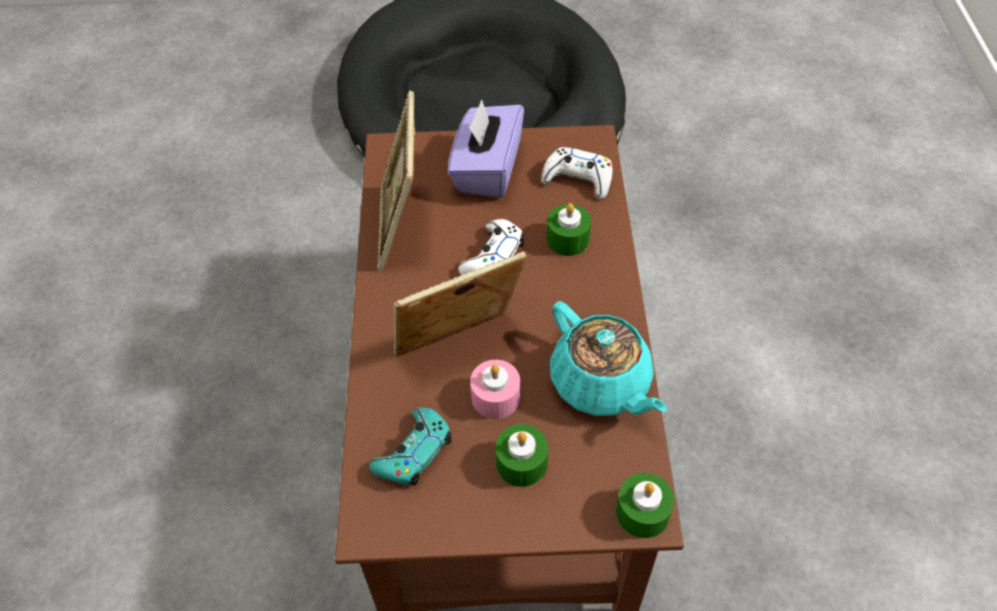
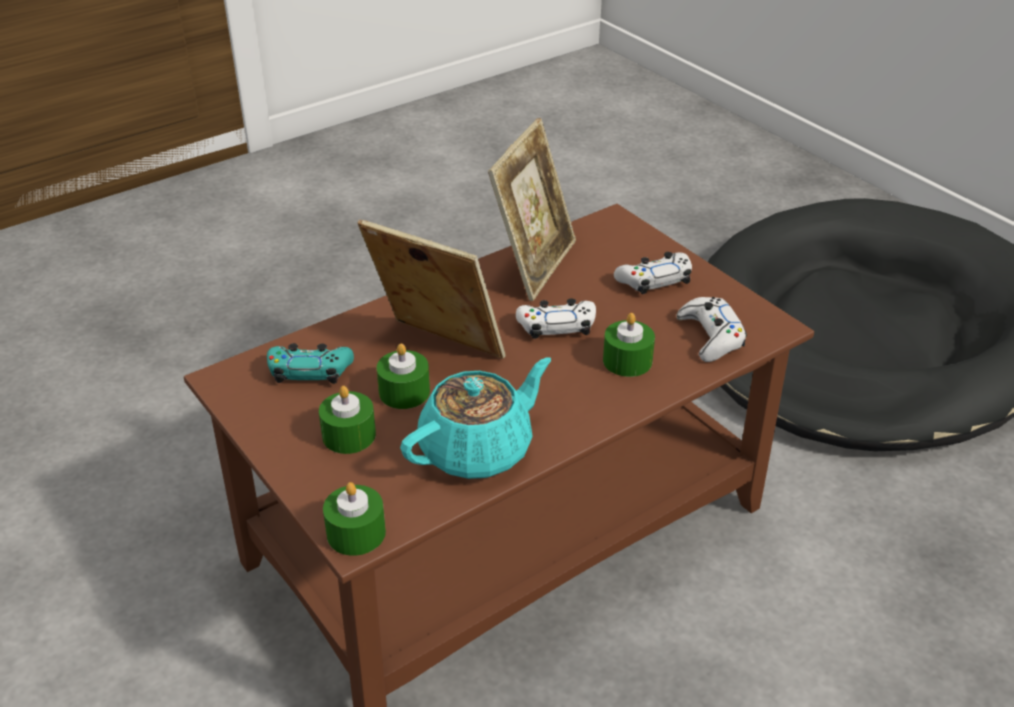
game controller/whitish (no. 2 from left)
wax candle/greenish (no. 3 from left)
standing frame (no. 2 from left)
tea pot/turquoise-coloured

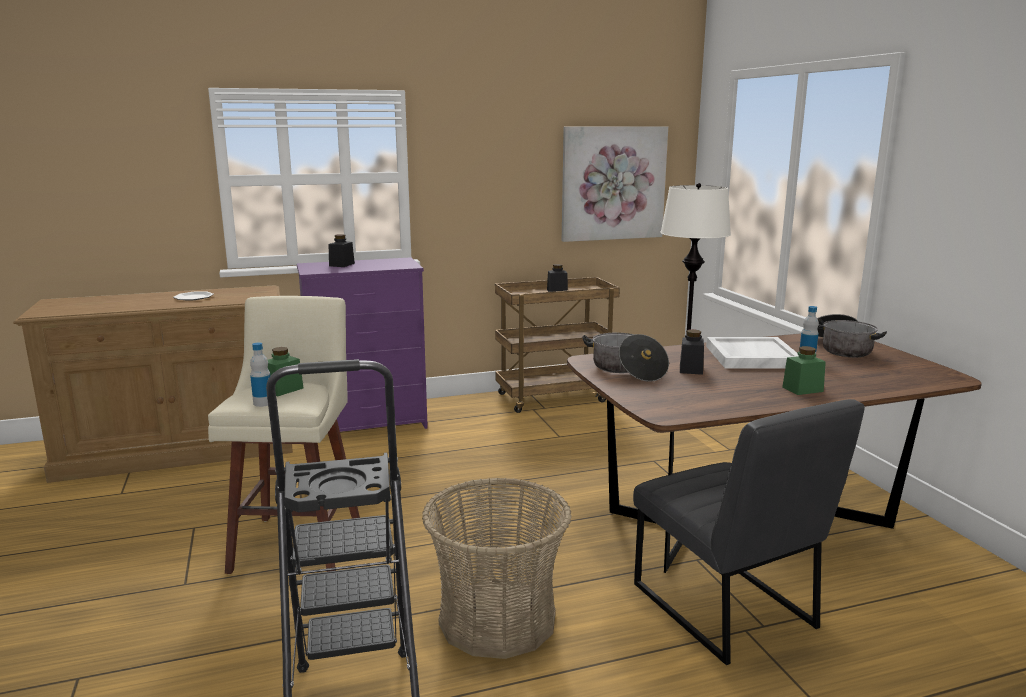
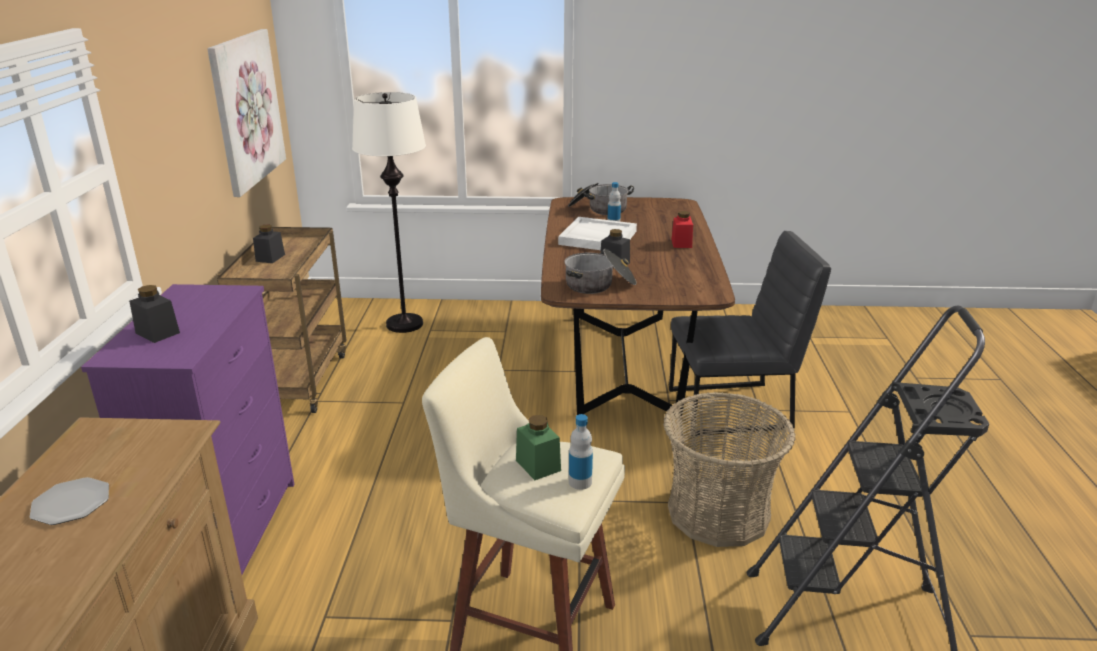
storage jar/red

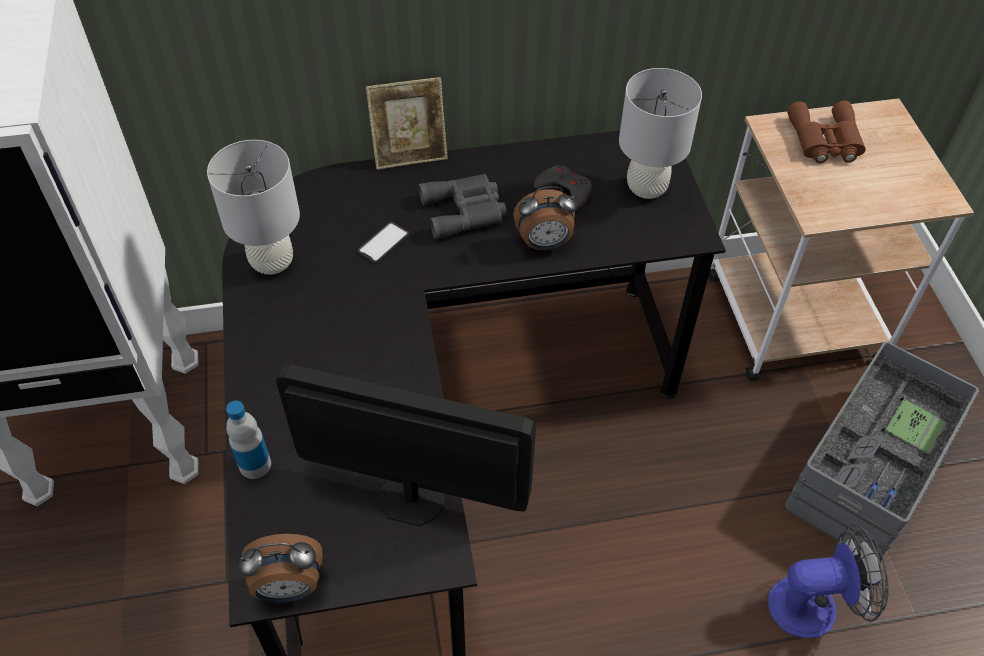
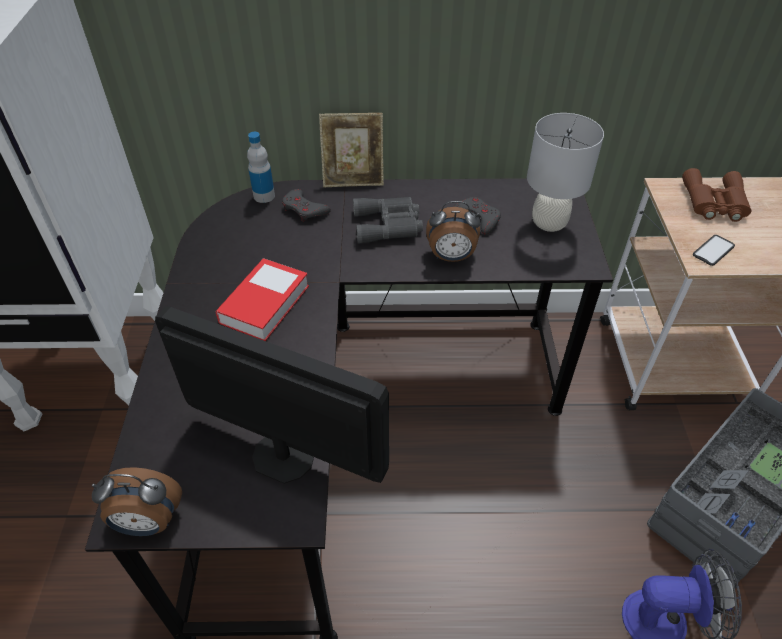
table lamp/greyish (no. 1 from left in the first image)
book
game controller/greyish (no. 1 from left)
beverage bottle
telephone

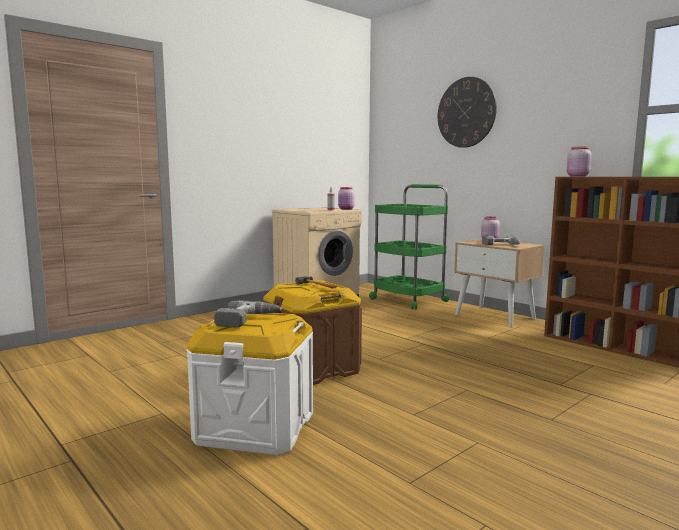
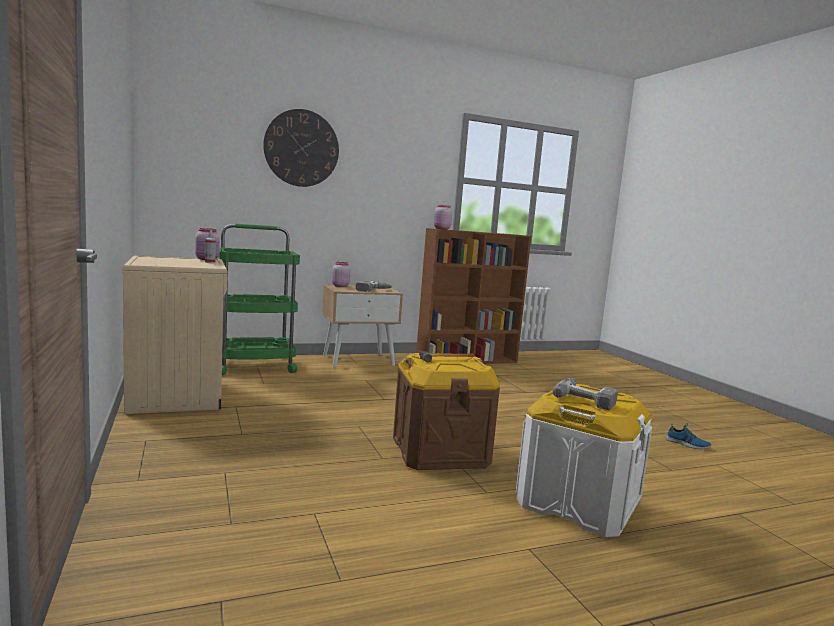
shoe

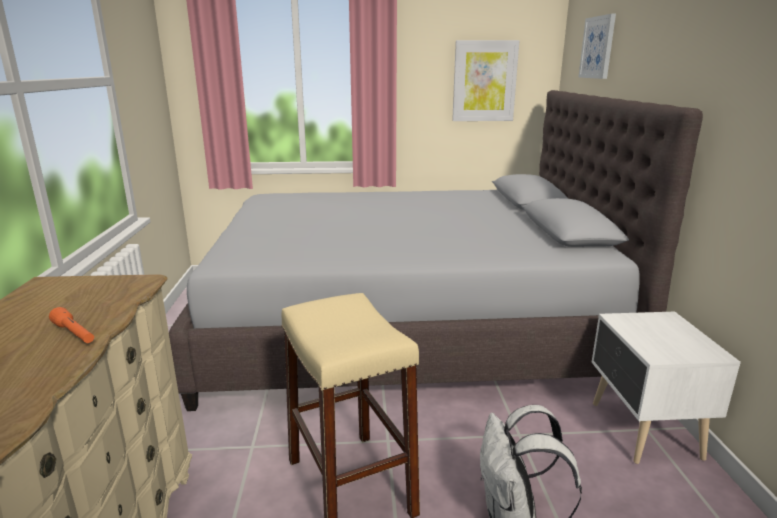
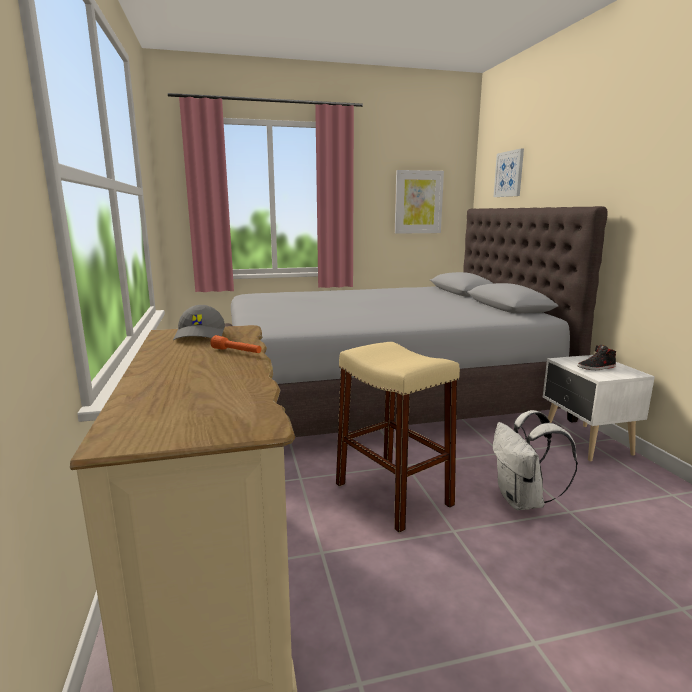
peaked cap/greyish
shoe/black-coloured

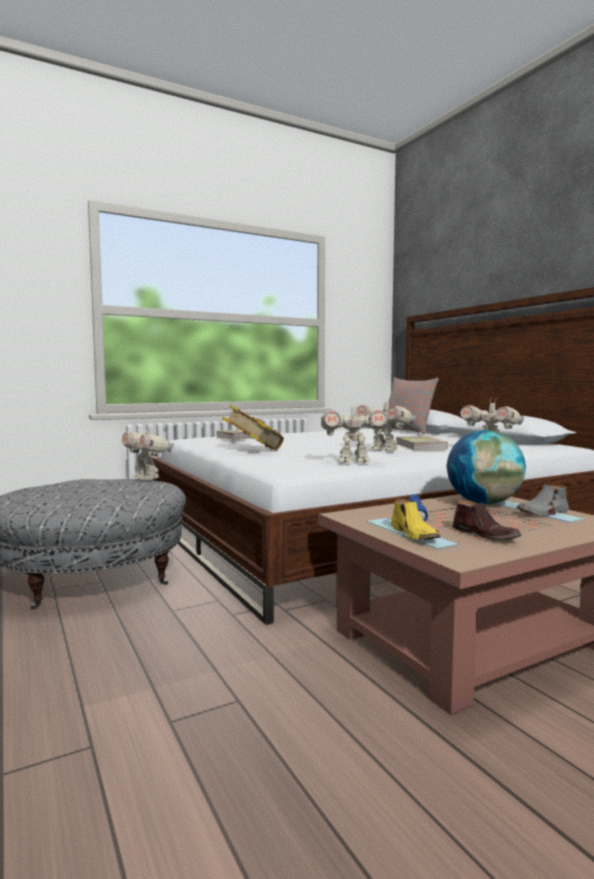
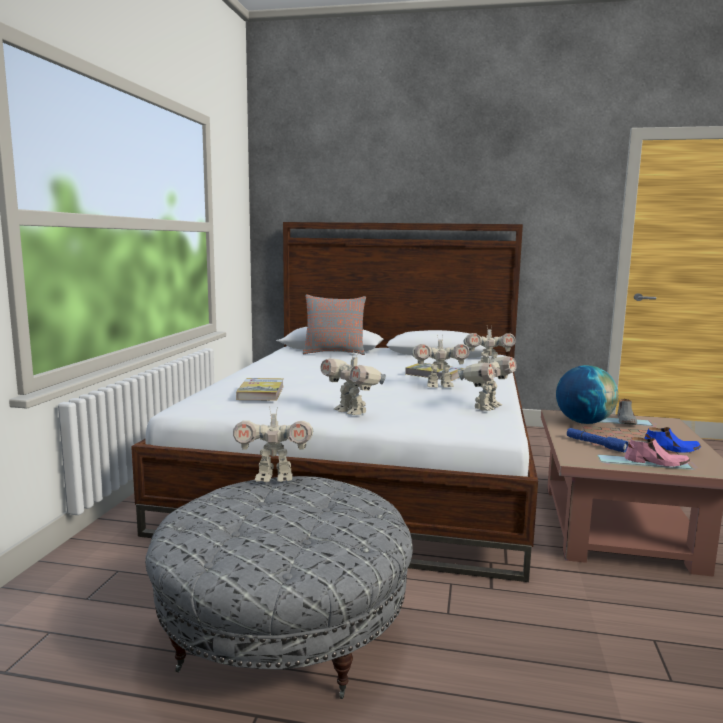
toy robot (no. 2 from left)
shoe/pinkish
shoe/blue

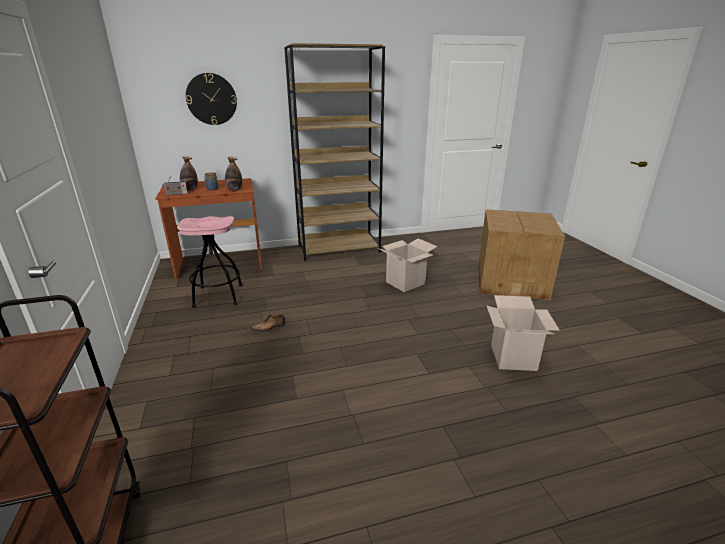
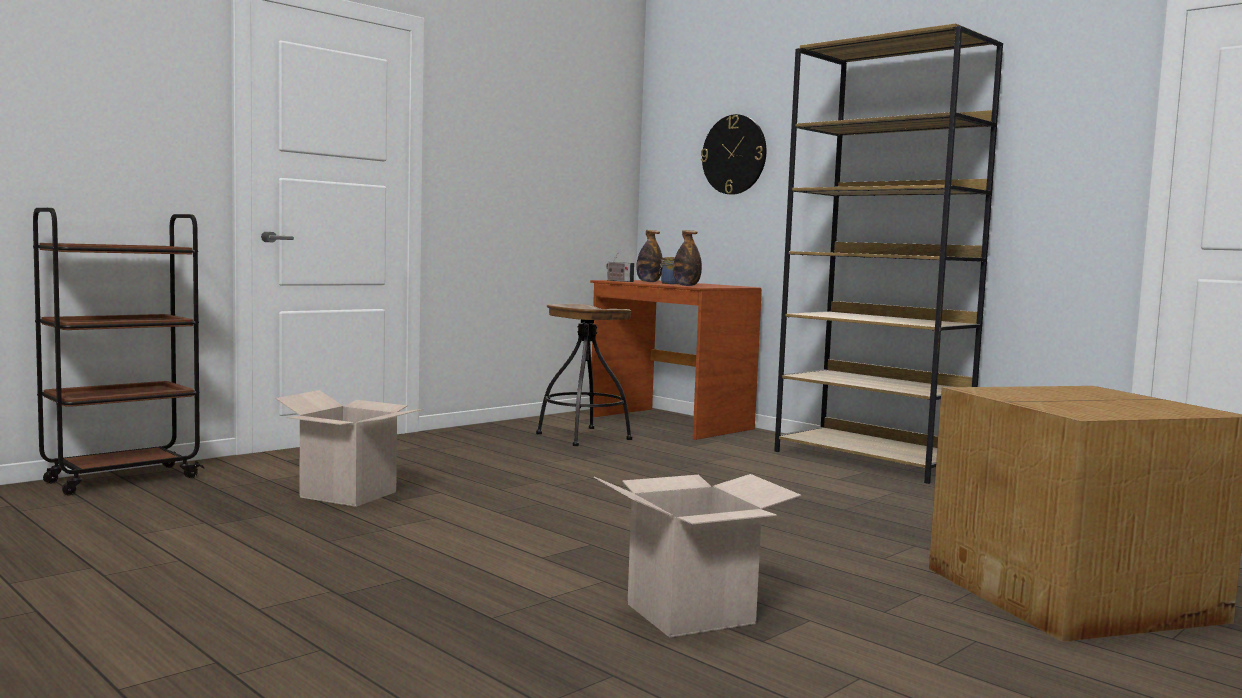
shoe
carton (no. 1 from left)
stool seat/brown

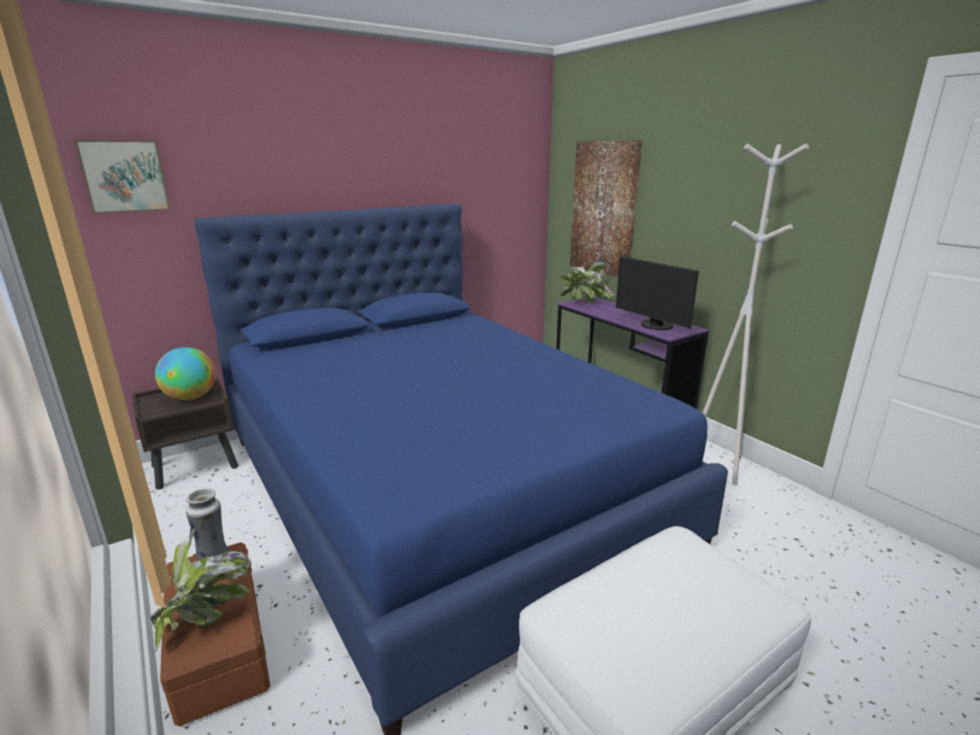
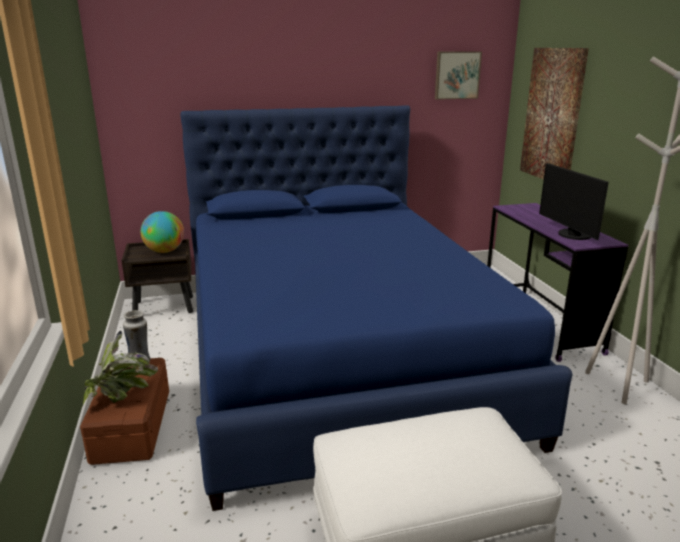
potted plant (no. 2 from left in the first image)
picture (no. 1 from left)

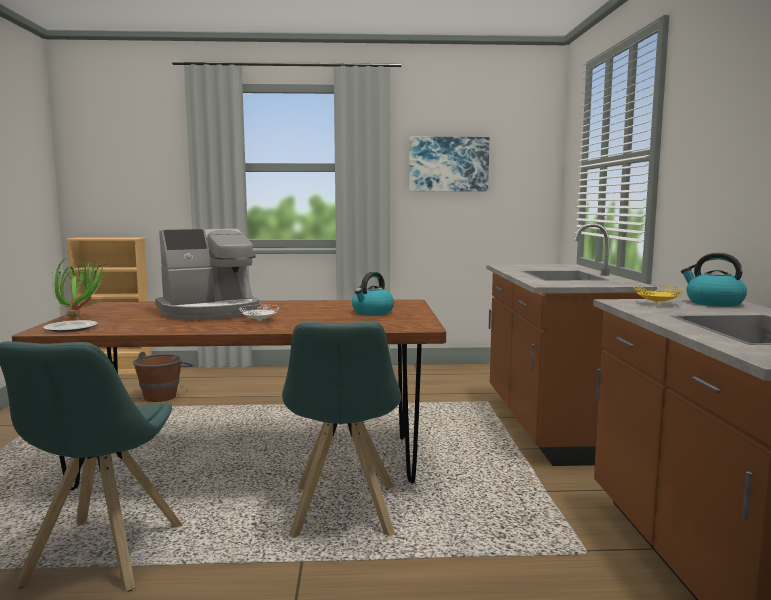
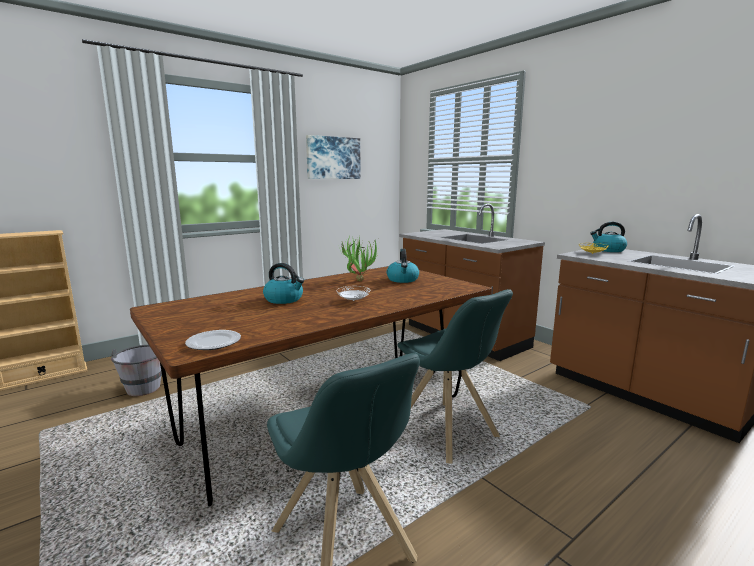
potted plant
water kettle (no. 1 from left)
bucket/greyish

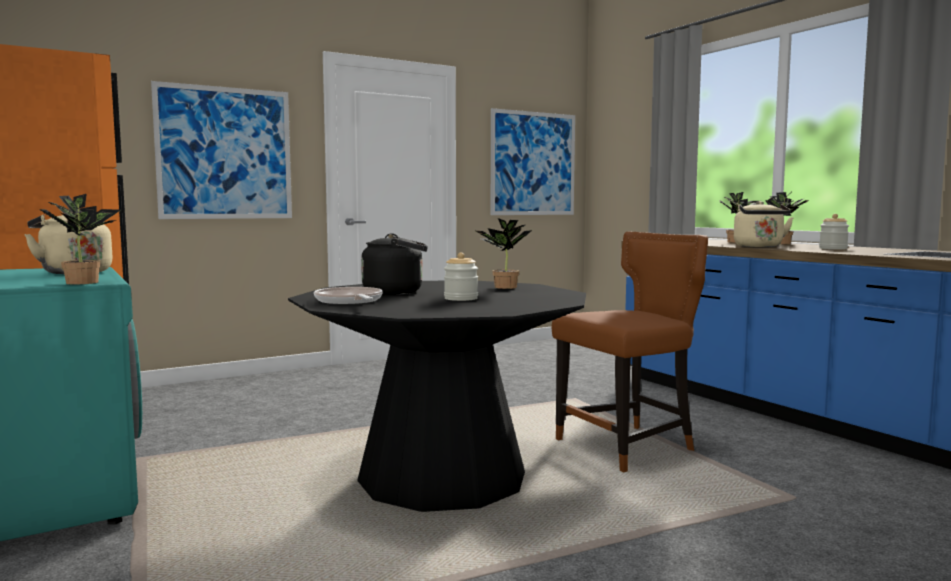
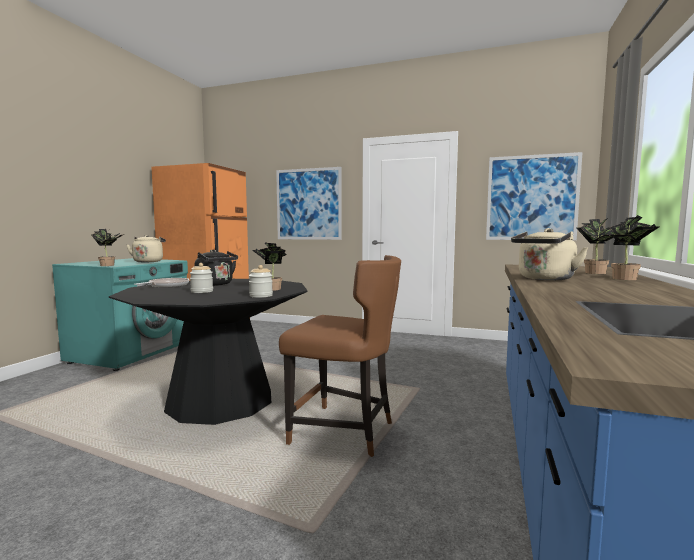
storage jar (no. 2 from left)

